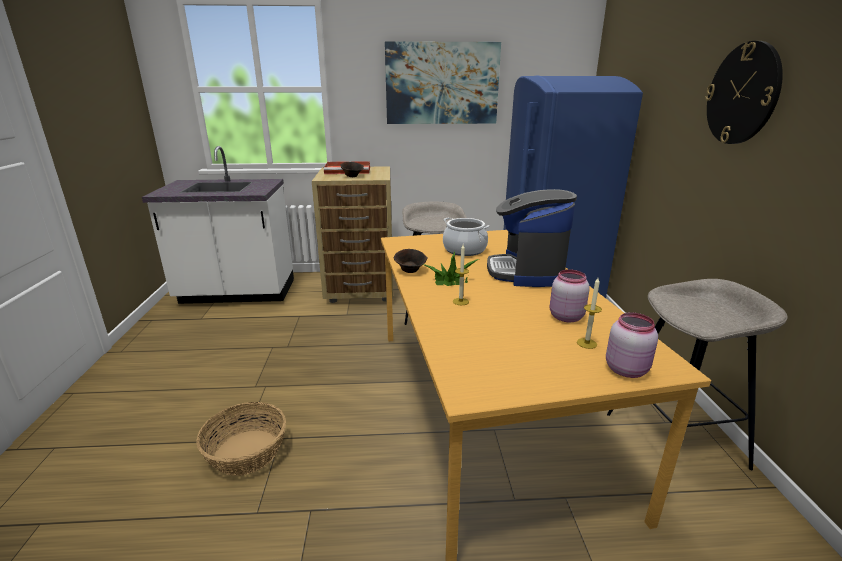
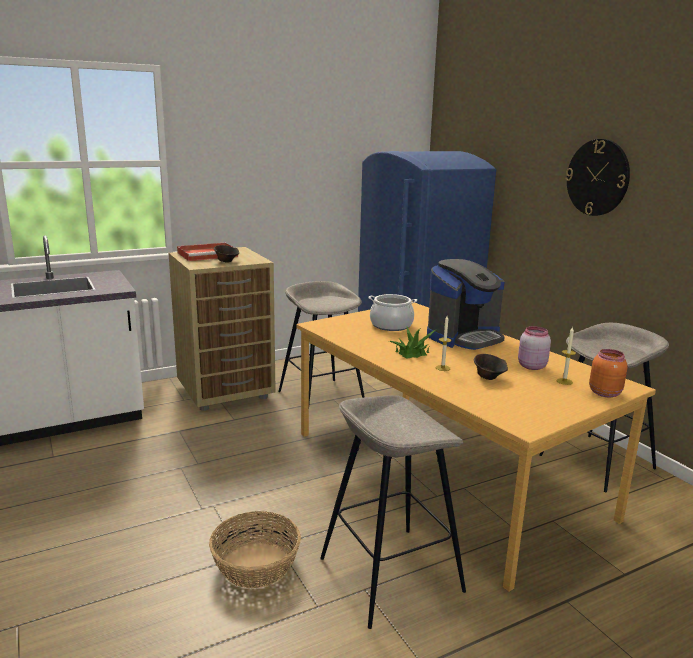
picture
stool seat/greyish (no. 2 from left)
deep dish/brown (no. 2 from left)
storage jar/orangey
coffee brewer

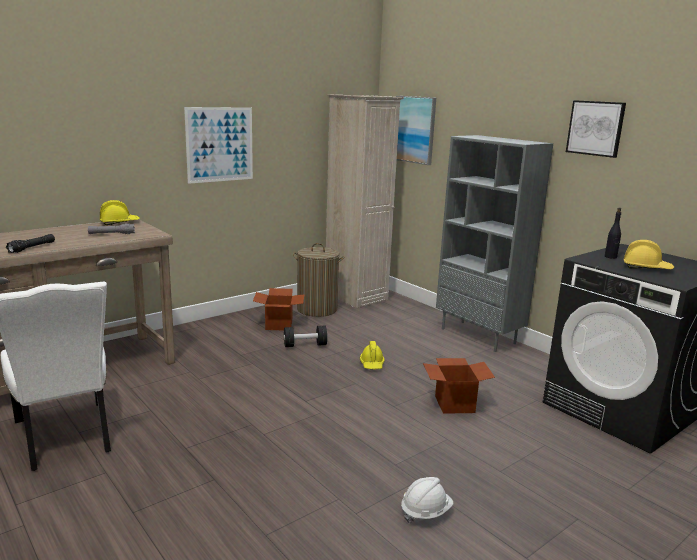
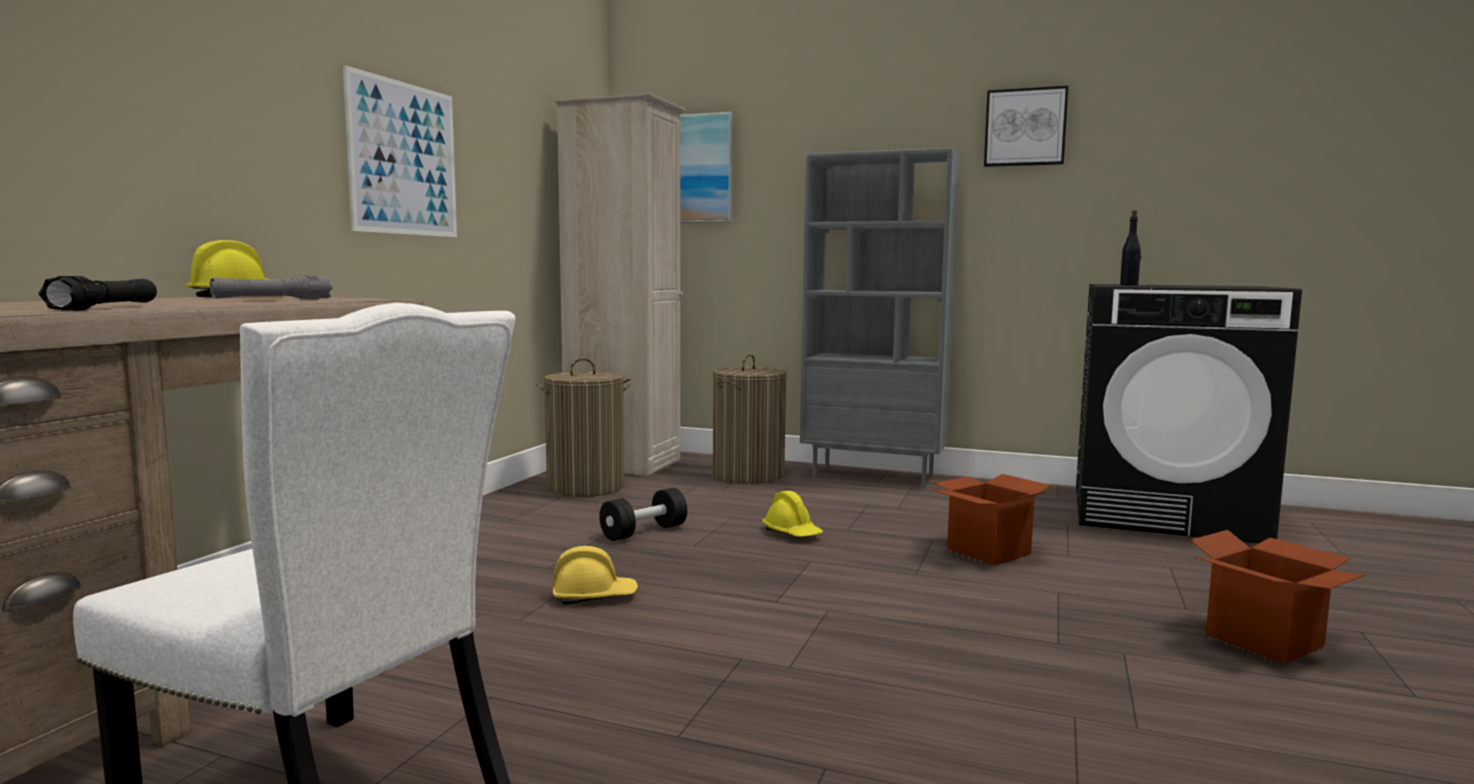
hard hat/whitish
hamper (no. 2 from left)
carton (no. 2 from left)
hard hat/yellow-coloured (no. 2 from left)

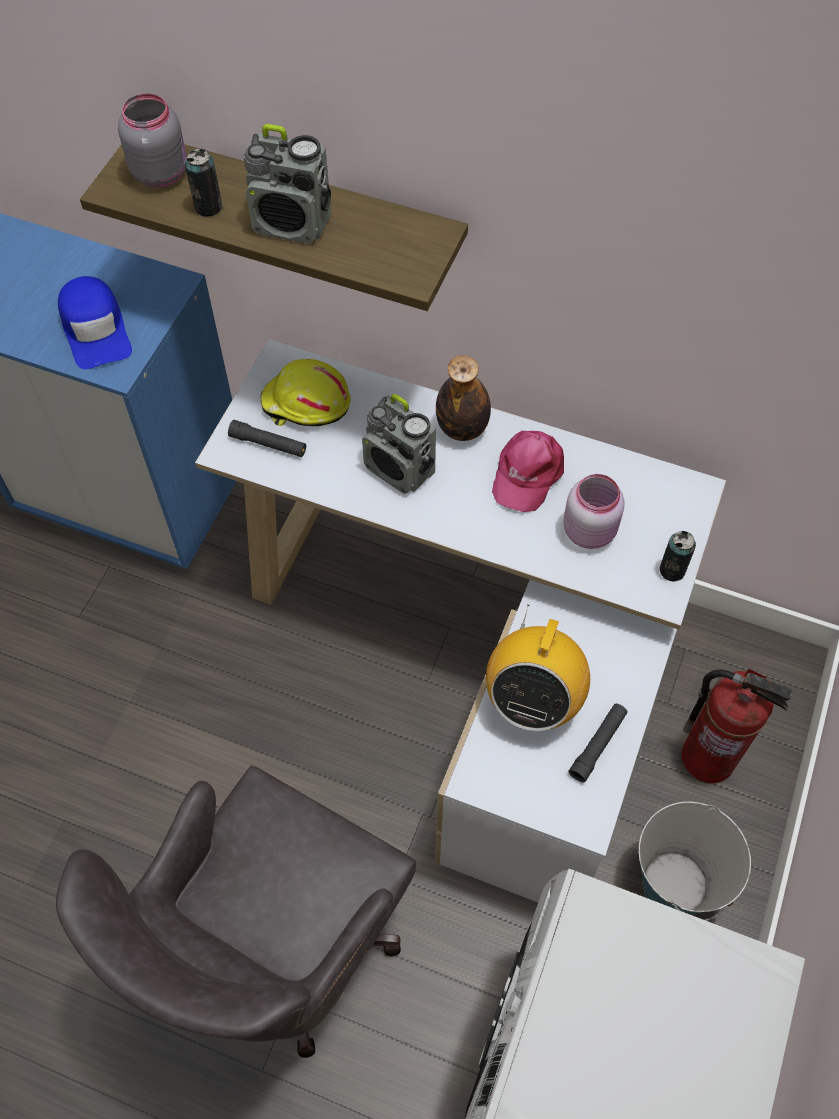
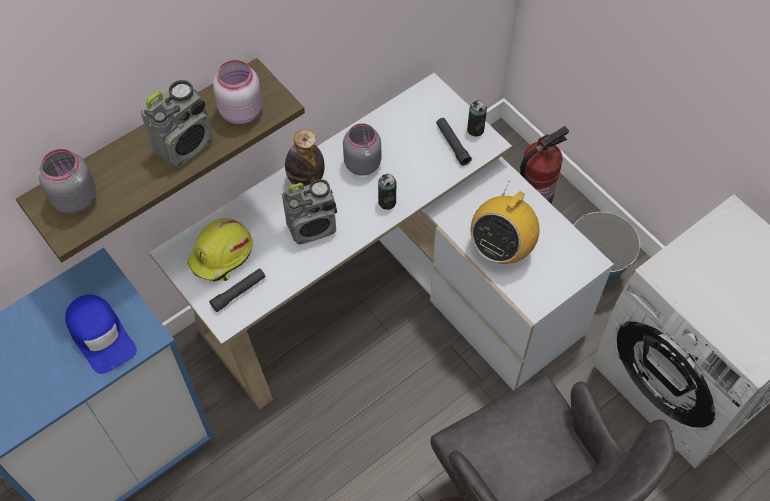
sealed can (no. 1 from left)
storage jar/pinkish
hand torch/black-coloured (no. 2 from left)
storage jar/greyish (no. 2 from left)
peaked cap/blue
radio (no. 3 from left)

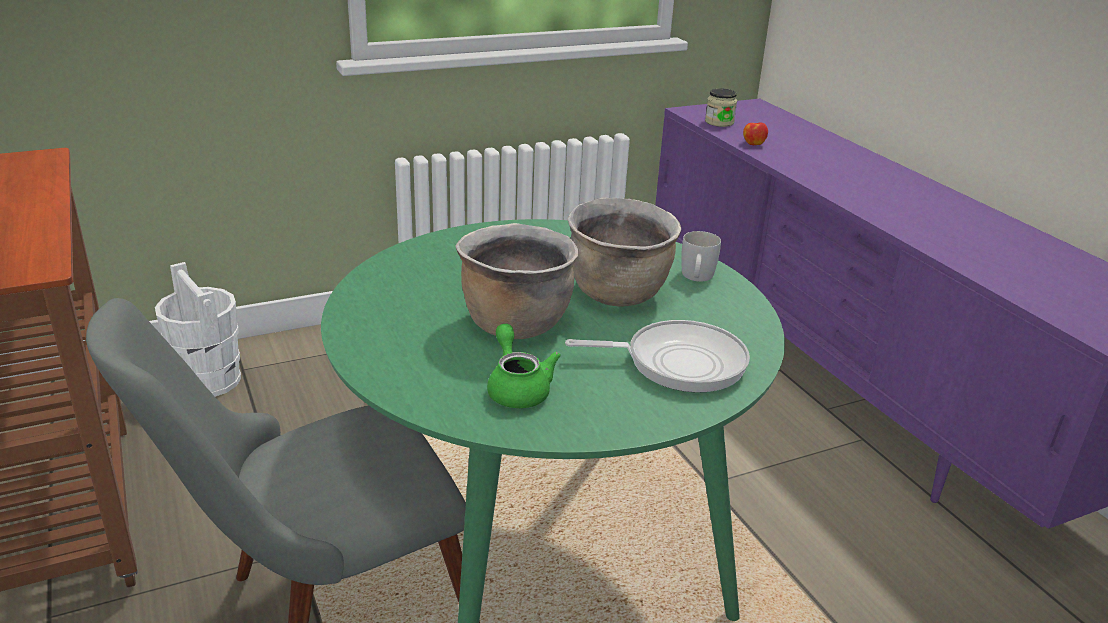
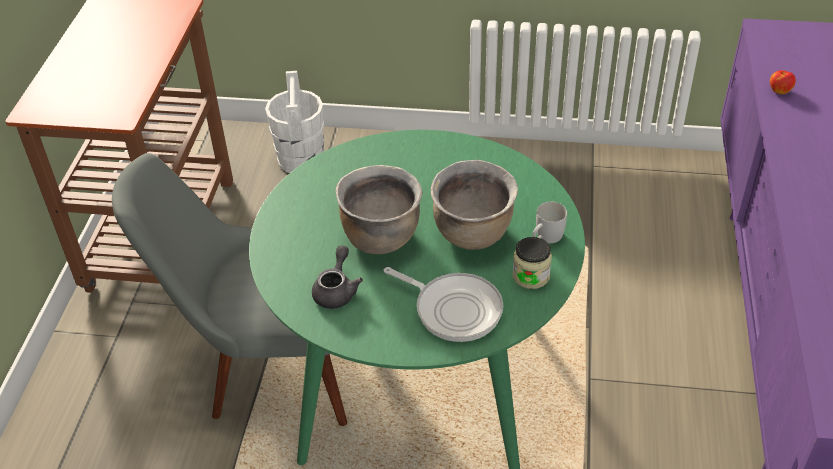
storage jar
tea pot/greyish

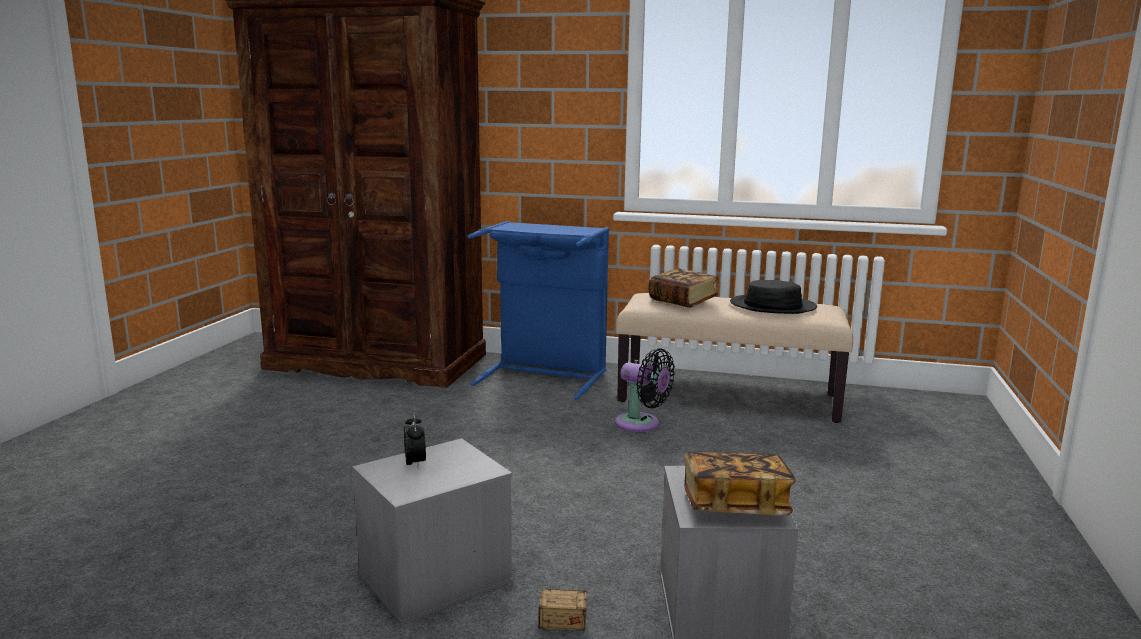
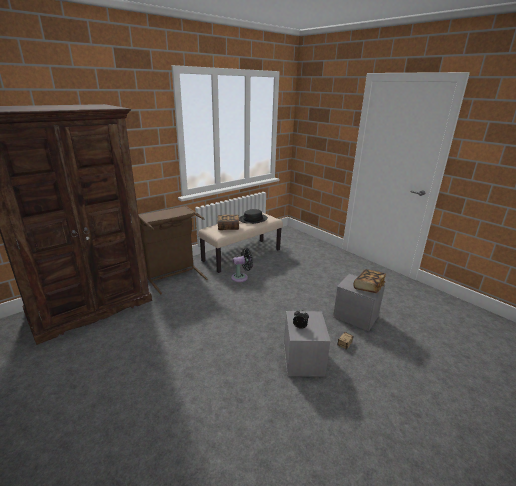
hamper/brown

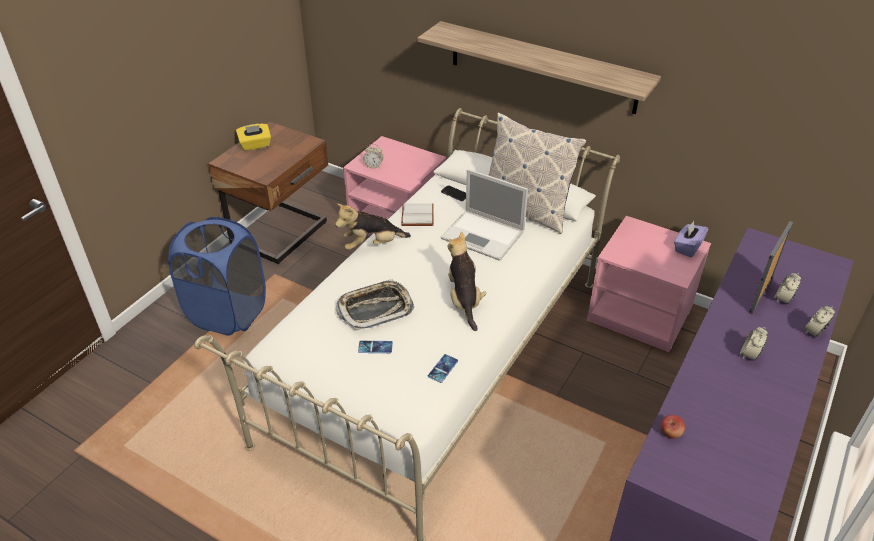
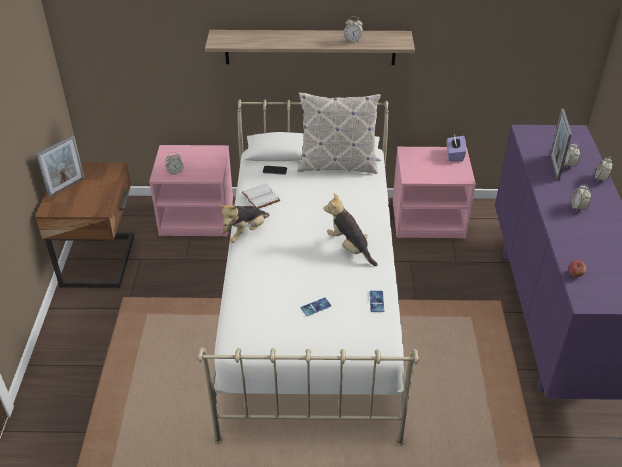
hamper/blue
carrying tray
notebook computer
bedside clock (no. 2 from left)
standing frame (no. 1 from left)

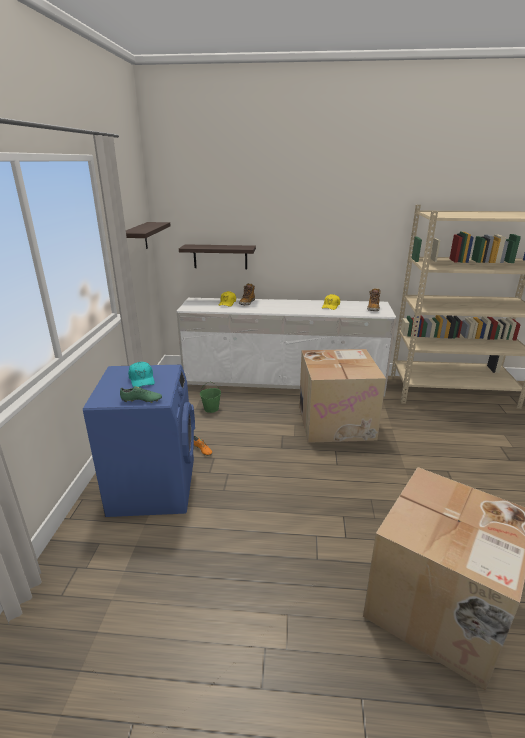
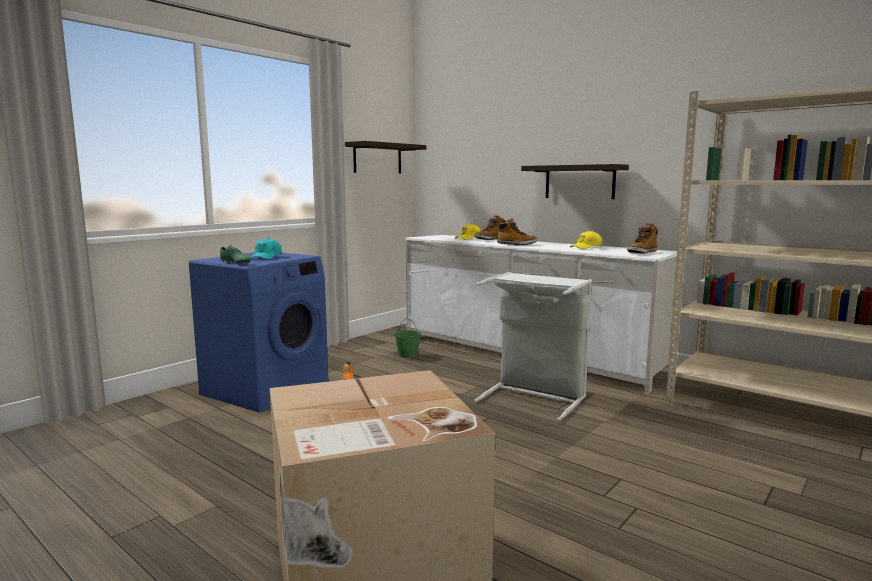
boot (no. 2 from left)
bracket shelf (no. 2 from left)
hamper/greyish

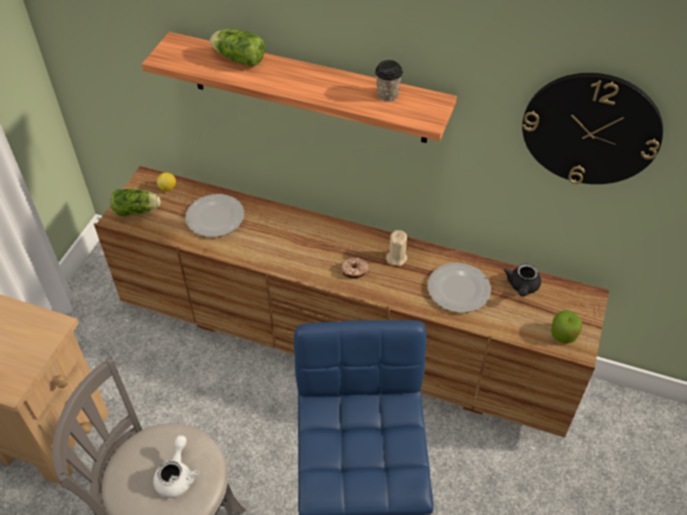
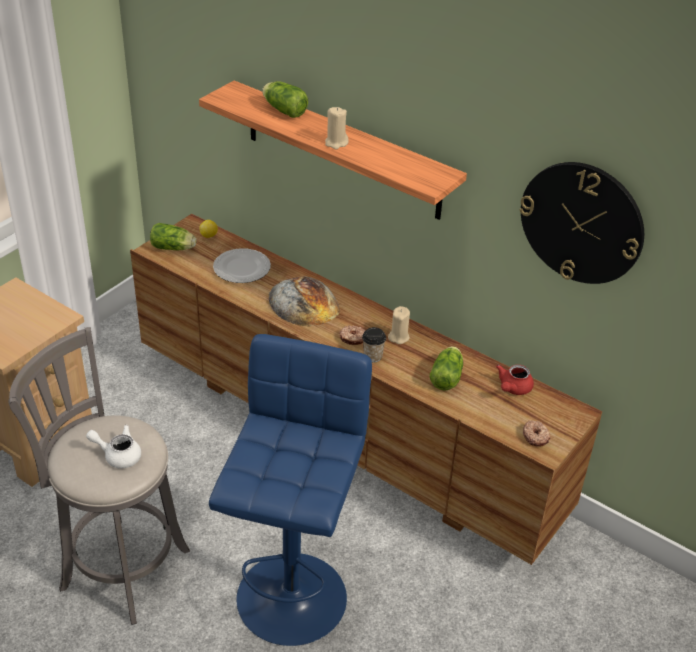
bakery bread
wax candle/sand-coloured (no. 1 from left)
cup
lettuce (no. 3 from left)
donut (no. 2 from left)
tea pot/red
tea pot/whitish

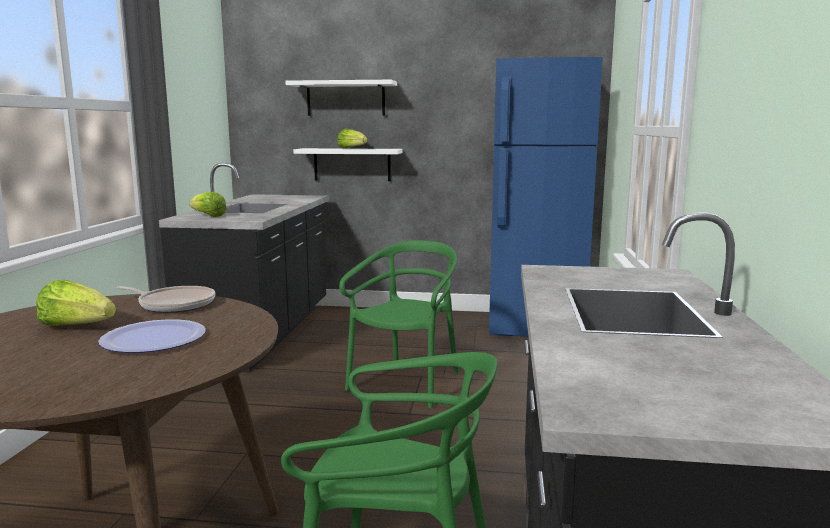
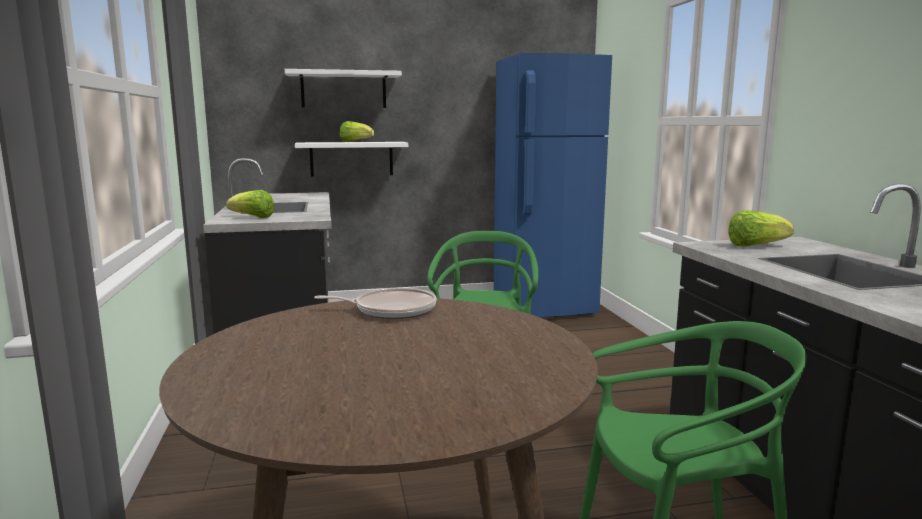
plate
lettuce (no. 3 from left)

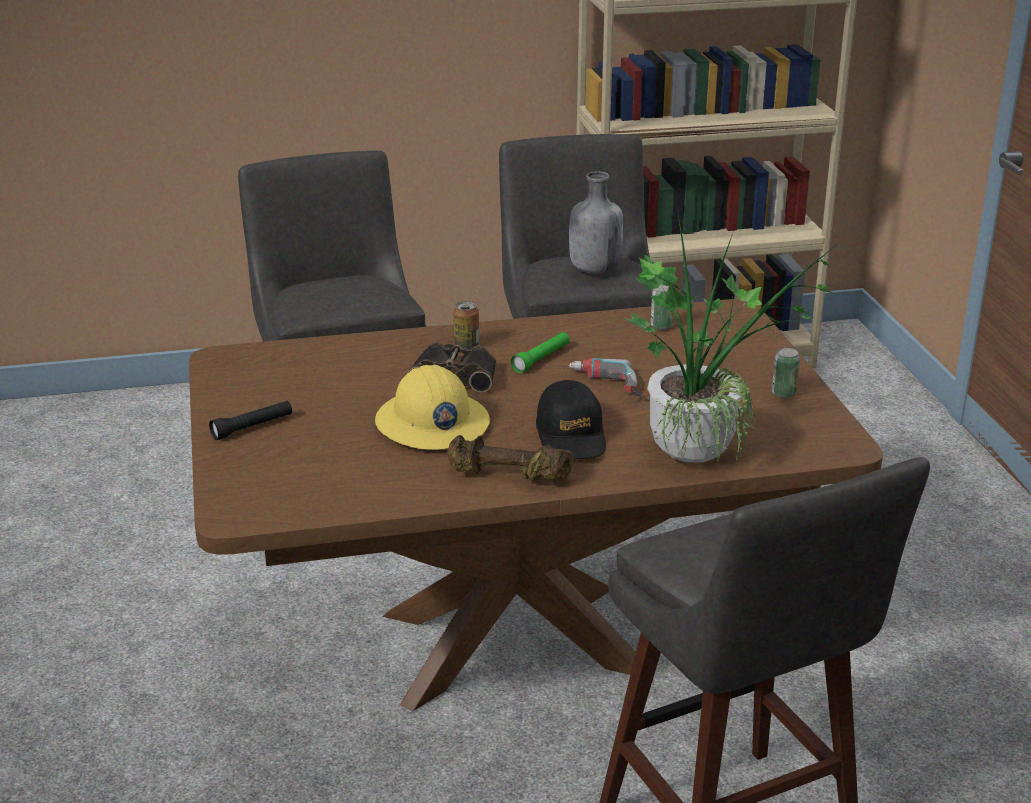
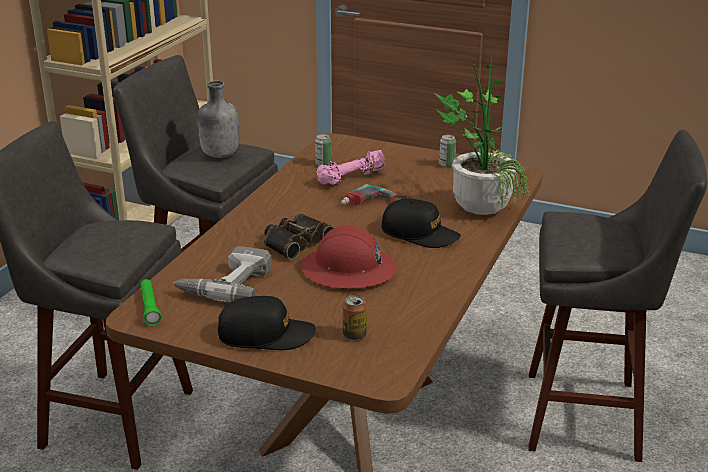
dumbbell/brown
drill (no. 1 from left)
dumbbell/pinkish
sealed can (no. 2 from left)
hand torch/greenish
peaked cap/black-coloured (no. 1 from left)
hard hat/red

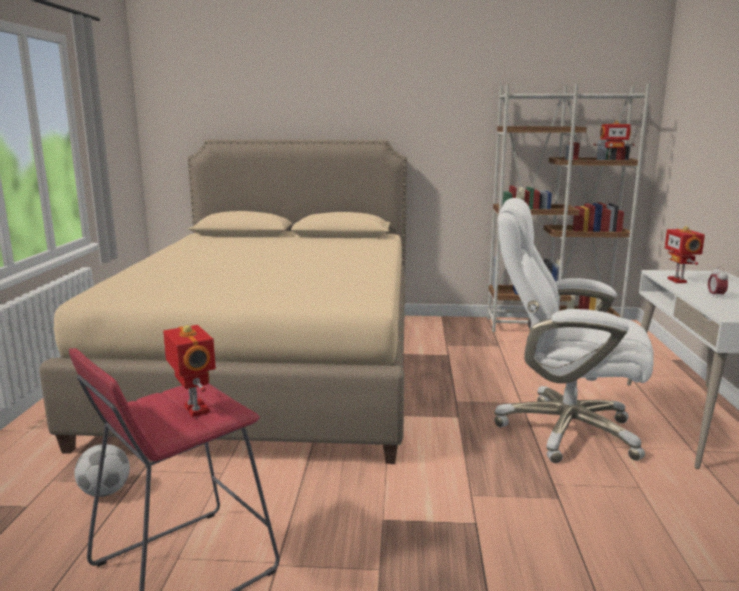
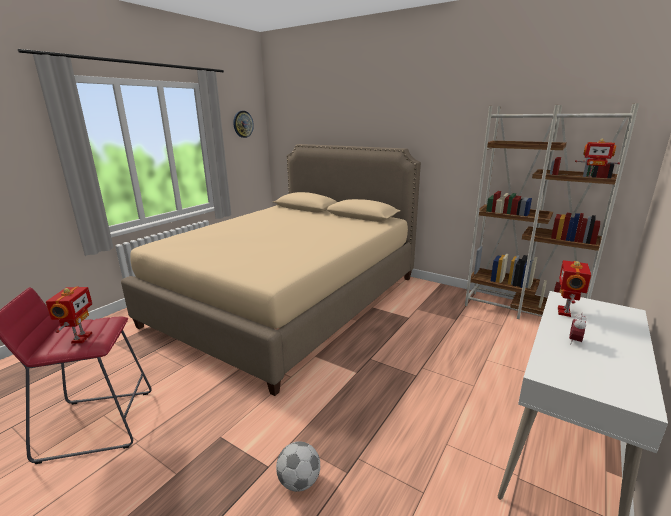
computer chair/whitish
hanging clock
ball for football

